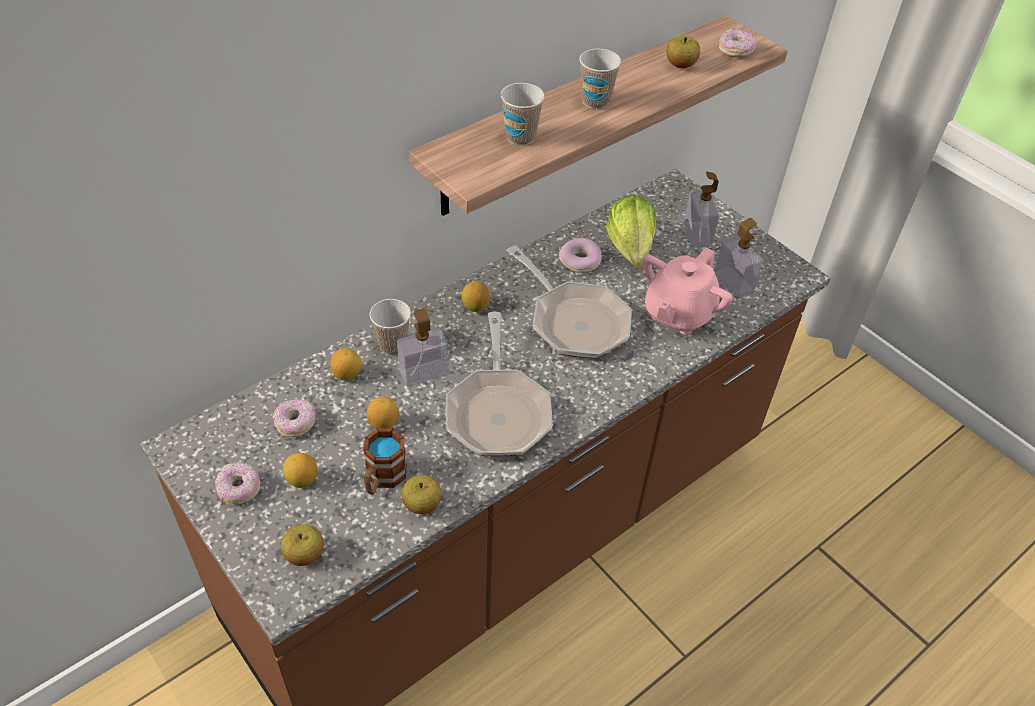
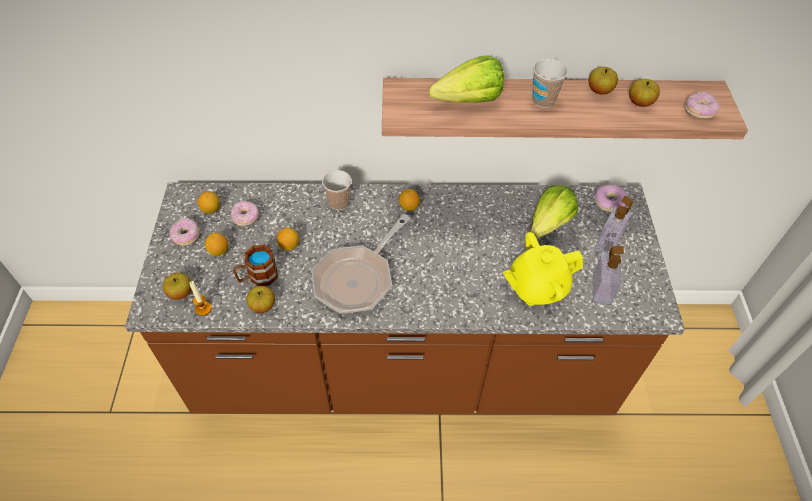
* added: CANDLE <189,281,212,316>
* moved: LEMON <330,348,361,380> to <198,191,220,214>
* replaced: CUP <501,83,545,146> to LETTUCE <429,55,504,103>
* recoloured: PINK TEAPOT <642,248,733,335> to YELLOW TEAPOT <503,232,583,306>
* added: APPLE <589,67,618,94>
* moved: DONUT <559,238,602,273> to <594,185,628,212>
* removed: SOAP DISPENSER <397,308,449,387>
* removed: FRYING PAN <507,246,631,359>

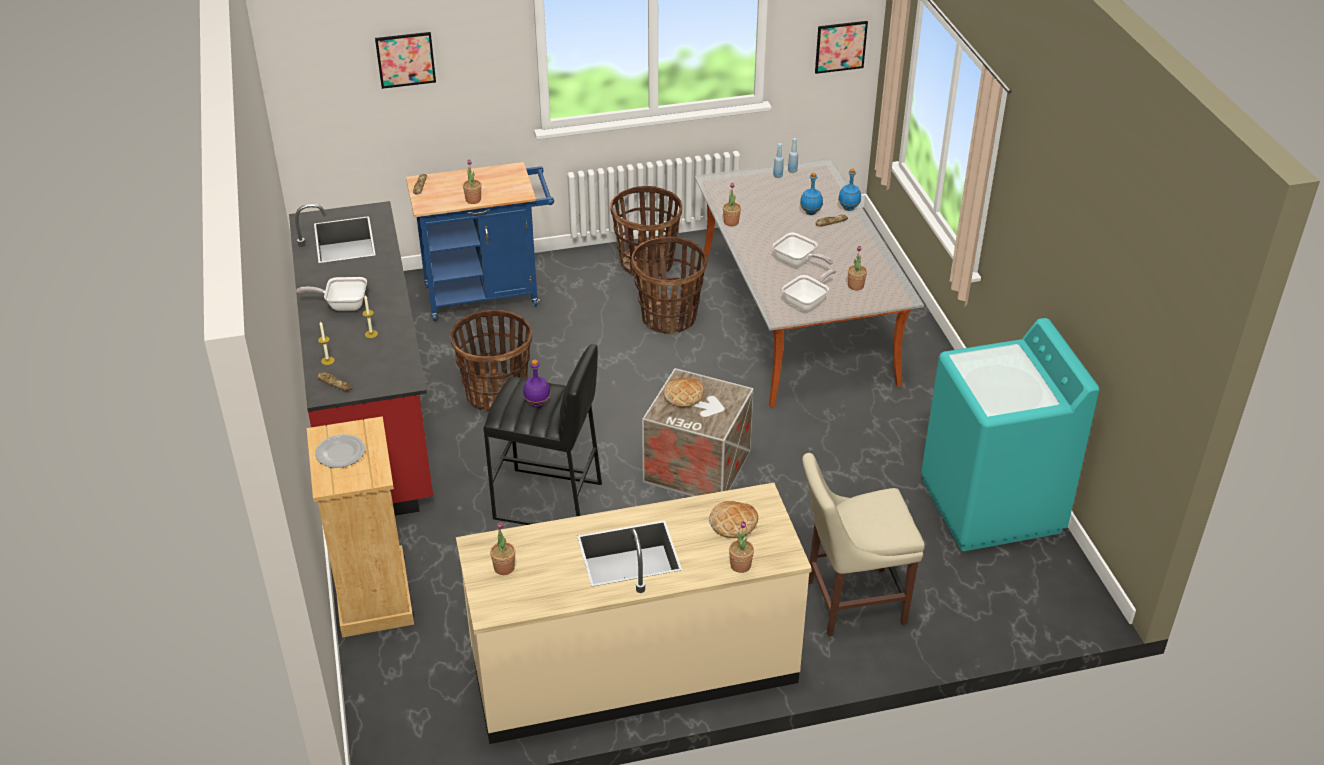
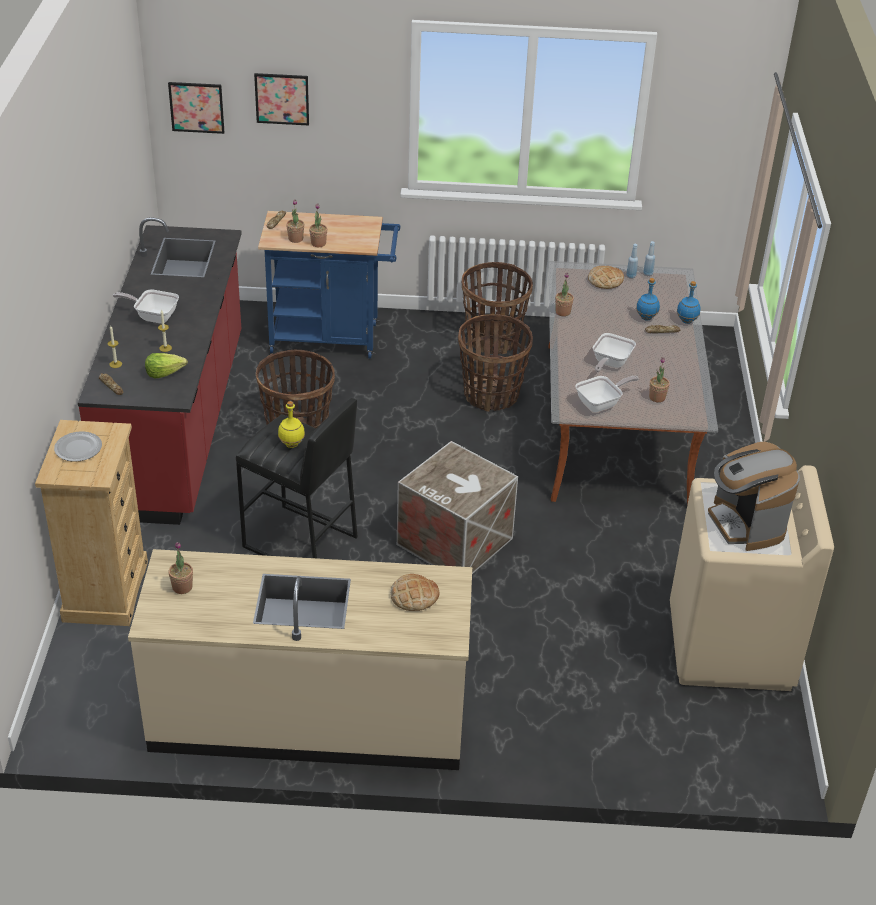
* added: LETTUCE <145,353,188,378>
* moved: PICTURE <815,21,868,74> to <168,82,225,134>
* recoloured: PURPLE BOTTLE <523,360,551,407> to YELLOW BOTTLE <278,401,305,448>
* moved: POTTED PLANT <729,521,754,573> to <286,199,304,243>
* moved: BREAD <664,378,704,407> to <588,266,624,289>
* turned: FRYING PAN <773,232,833,267> = <593,333,636,372> 60 degrees clockwise
* recoloured: TURQUOISE WASHING MACHINE <921,318,1099,551> to BEIGE WASHING MACHINE <670,465,834,691>
* added: COFFEE MACHINE <708,442,800,551>
* removed: BEIGE CHAIR <802,453,925,637>

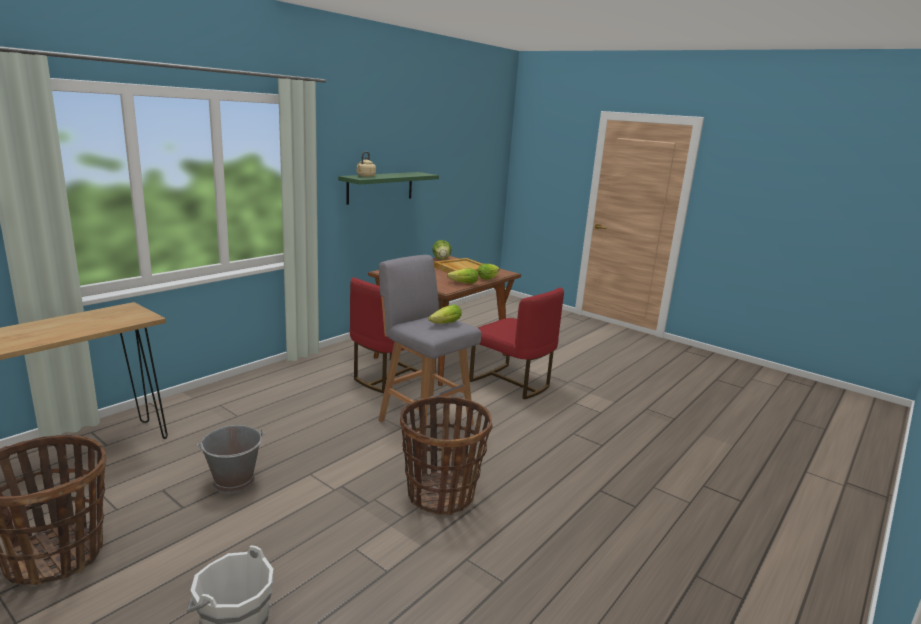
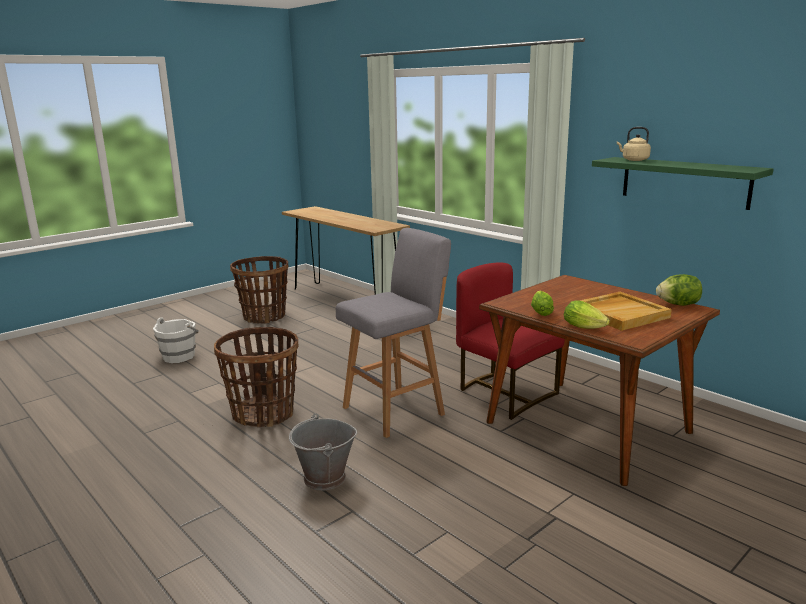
* moved: GREY BUCKET <197,425,265,494> to <289,413,357,490>
* removed: LETTUCE <428,305,462,324>
* removed: RED CHAIR <469,287,564,400>

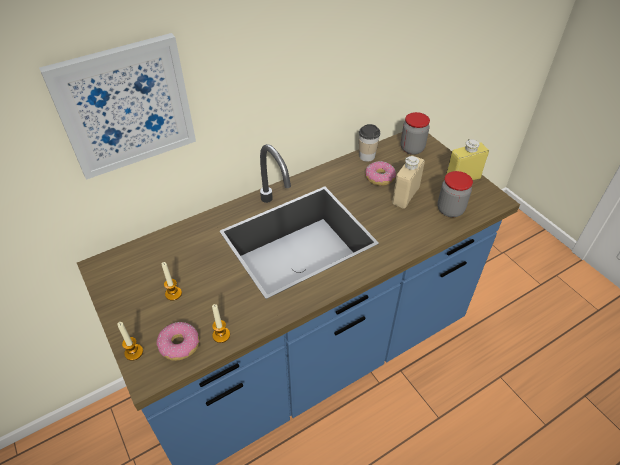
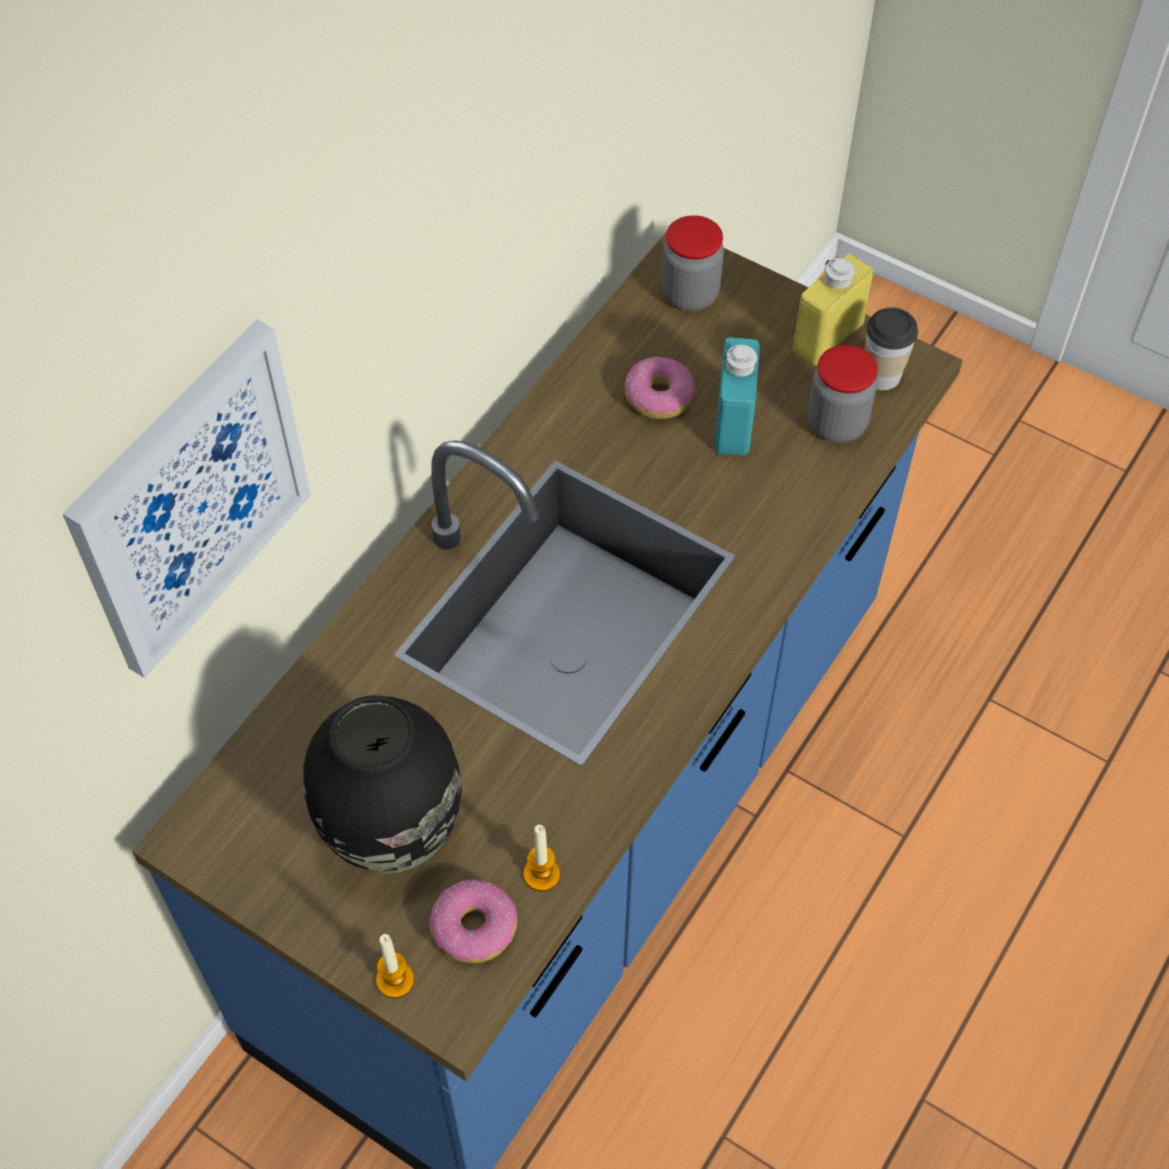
* replaced: CANDLE <161,262,182,301> to BLACK VASE <303,695,461,874>
* recoloured: BEIGE BOTTLE <392,155,425,209> to TURQUOISE BOTTLE <715,337,760,456>
* moved: CUP <359,124,380,162> to <865,307,918,390>

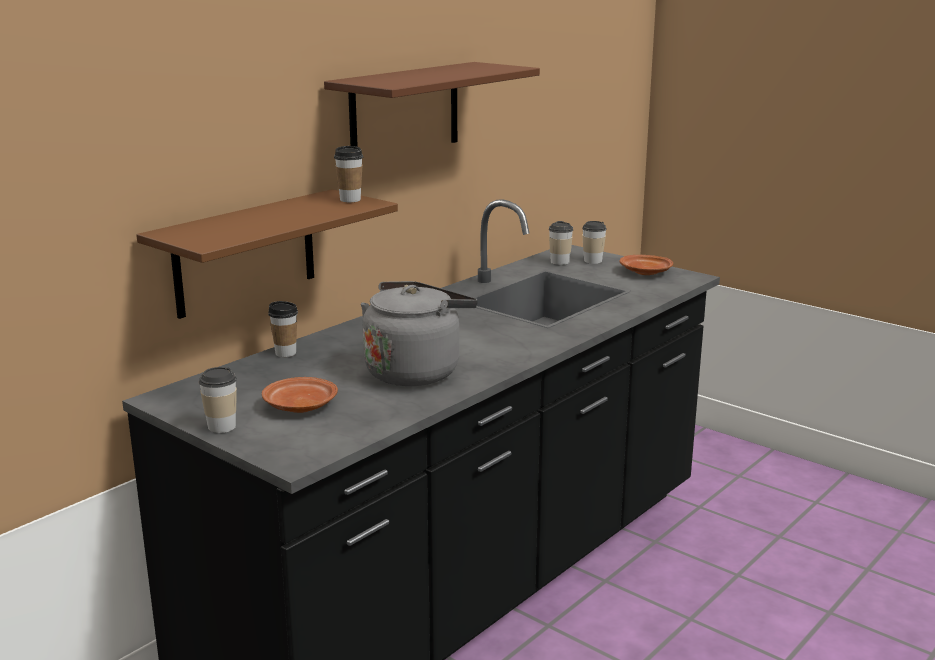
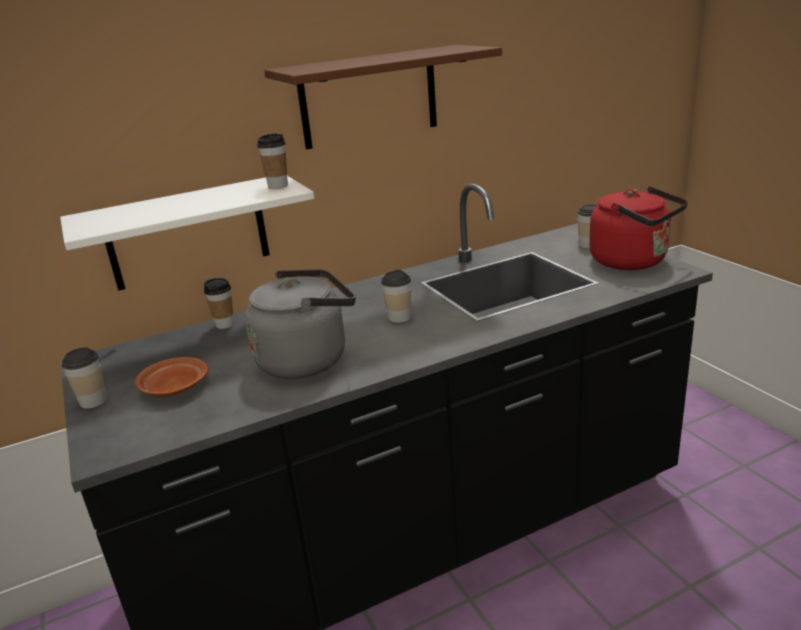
* recoloured: BROWN SHELF <136,189,398,319> to WHITE SHELF <60,176,314,291>
* moved: CUP <549,221,573,265> to <381,270,411,323>
* replaced: BROWN PLATE <620,255,673,275> to RED KETTLE <589,186,688,270>

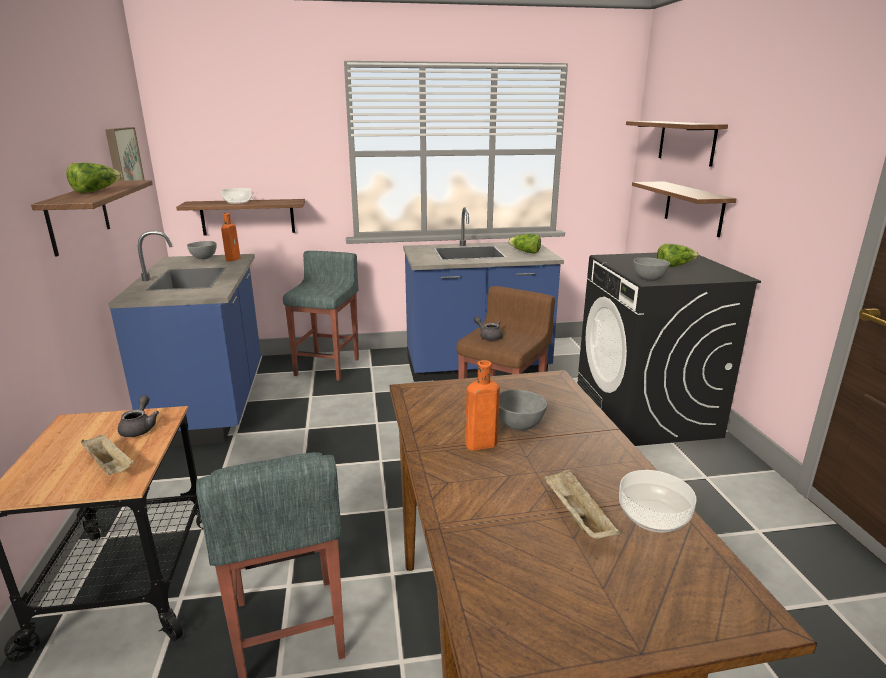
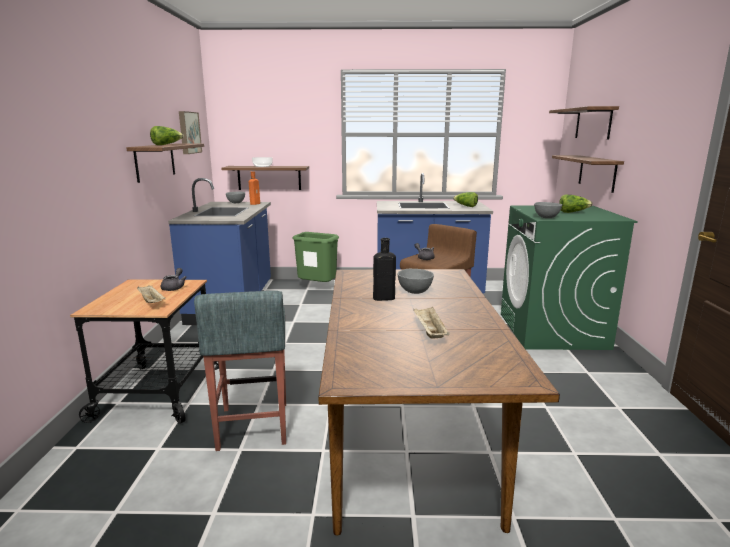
* replaced: GREY STOOL <283,251,359,381> to GREEN TRASH CAN <292,232,339,282>
* recoloured: ORANGE BOTTLE <465,360,500,451> to BLACK BOTTLE <373,238,396,301>
* recoloured: BLACK WASHING MACHINE <577,253,761,446> to GREEN WASHING MACHINE <501,206,638,350>
* removed: BOWL <619,470,696,533>

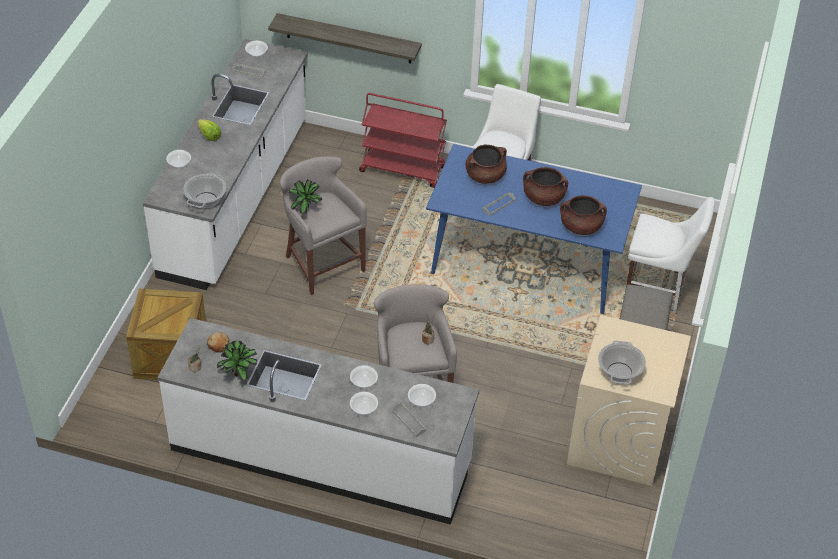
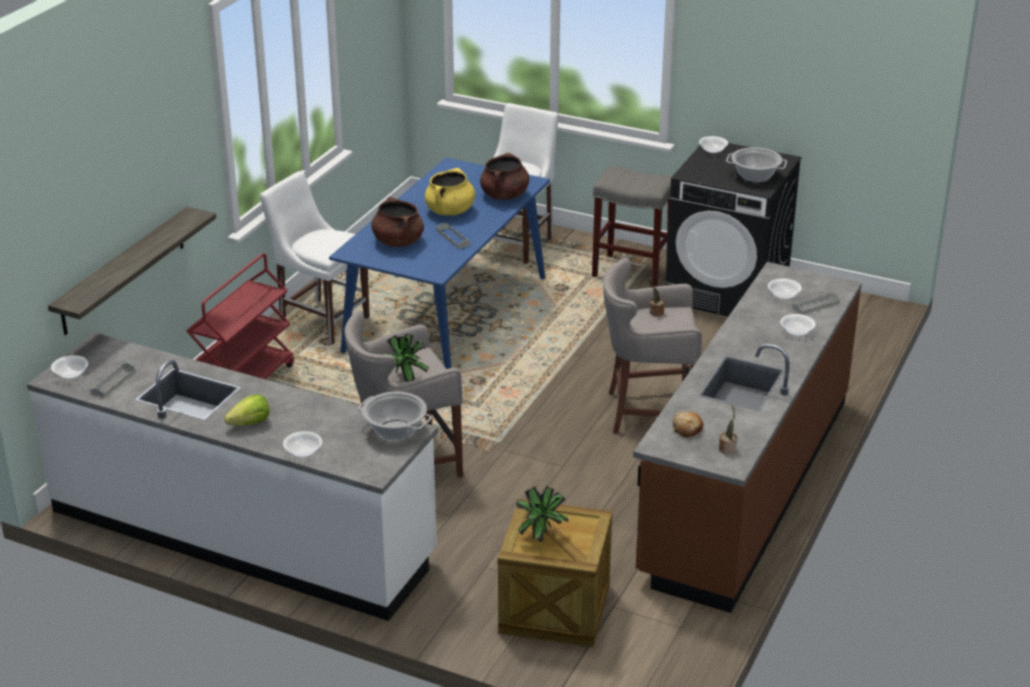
* recoloured: BROWN COOKING POT <523,167,568,206> to YELLOW COOKING POT <425,168,475,216>
* moved: POTTED PLANT <217,341,257,381> to <516,486,569,542>
* recoloured: WHITE COUNTER <157,318,479,525> to BROWN COUNTER <633,262,862,613>
* recoloured: BEIGE WASHING MACHINE <567,315,691,486> to BLACK WASHING MACHINE <665,143,802,317>
* moved: BOWL <350,365,378,388> to <699,136,728,153>

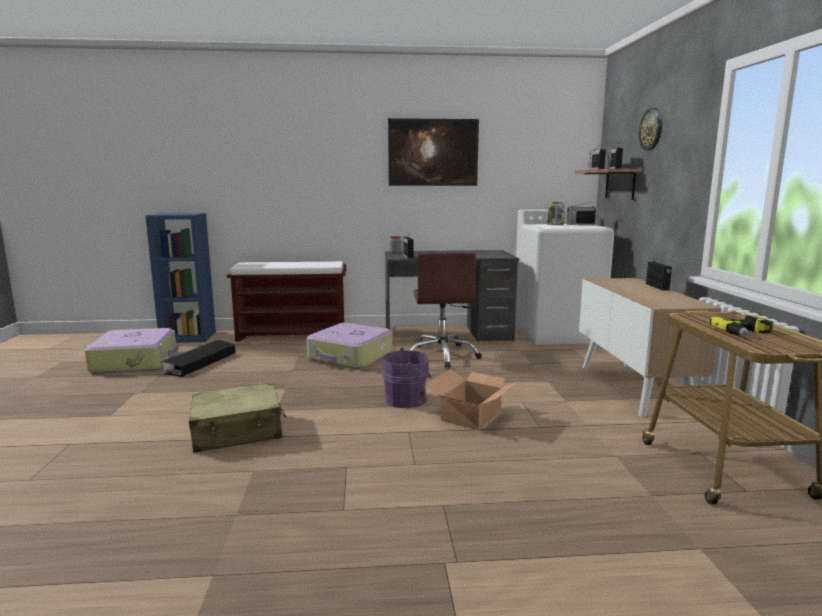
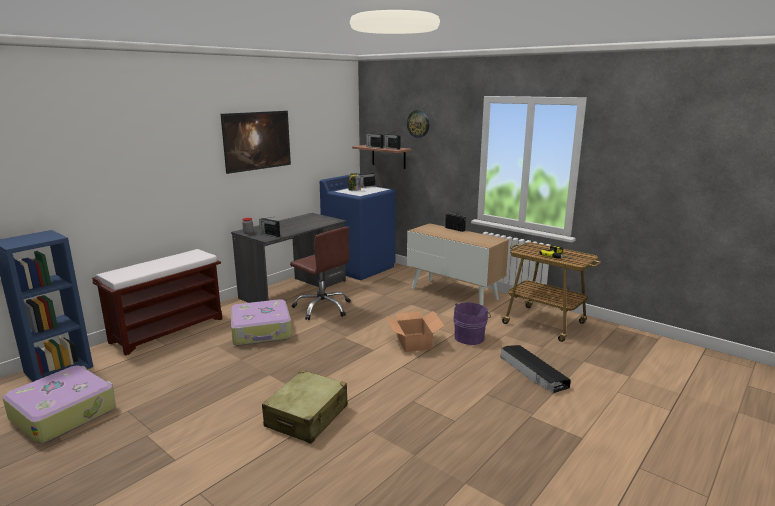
* recoloured: WHITE WASHING MACHINE <515,209,614,345> to BLUE WASHING MACHINE <320,174,396,280>
* moved: PURPLE BUCKET <382,348,432,408> to <453,302,491,345>
* moved: BLACK STORAGE BOX <161,340,235,377> to <501,345,571,393>

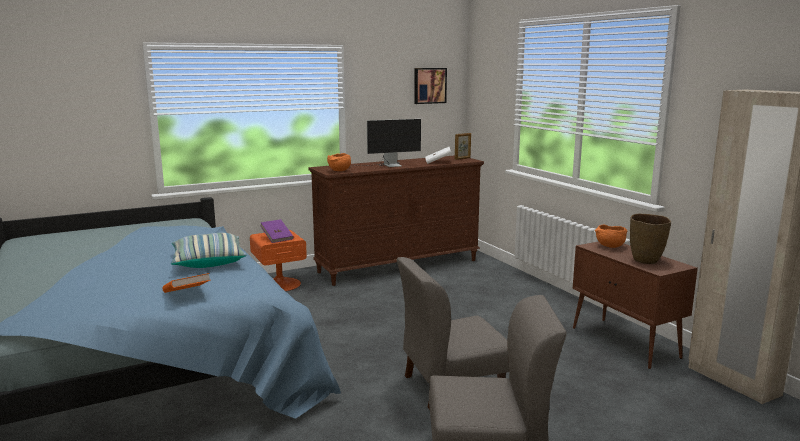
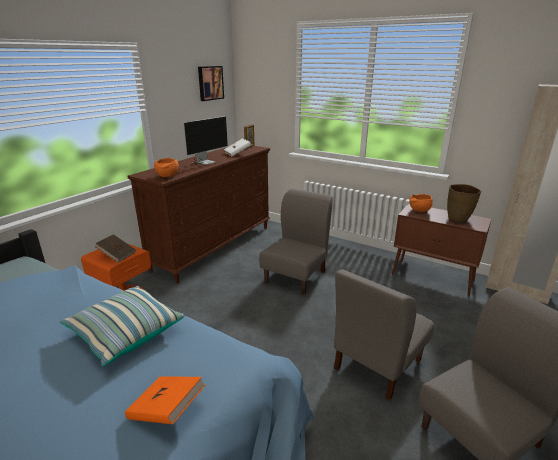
* recoloured: PURPLE BOOK <260,219,294,243> to BROWN BOOK <95,234,136,263>
* added: GREY CHAIR <259,188,333,294>

